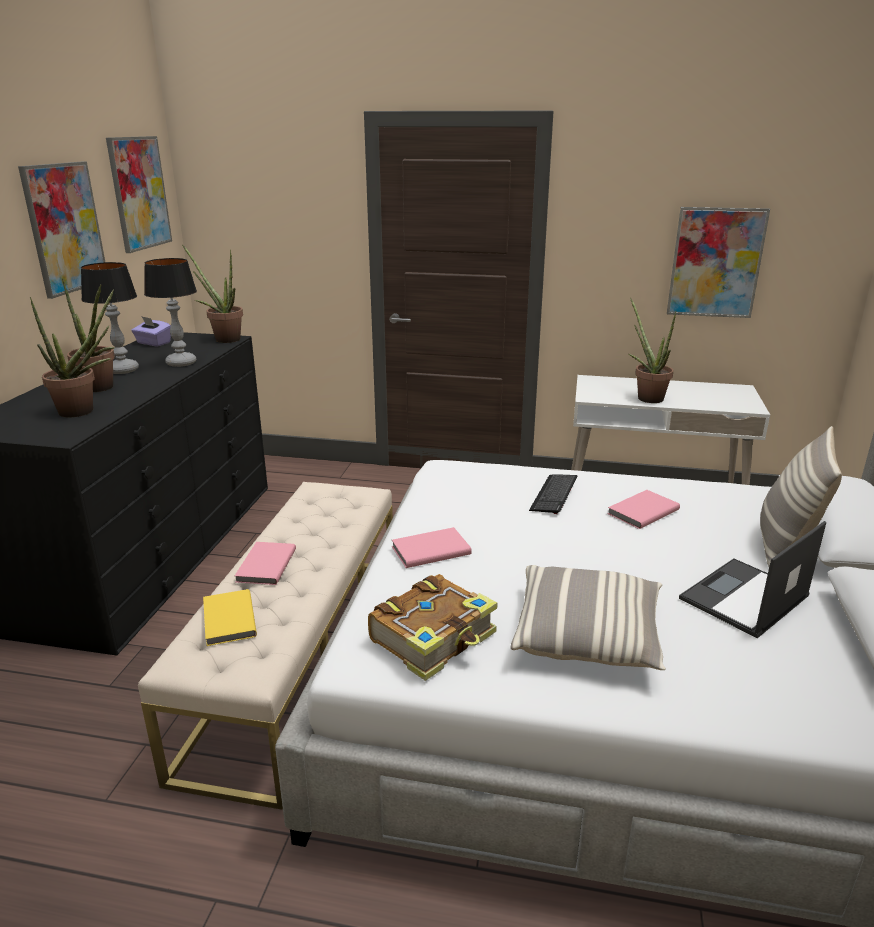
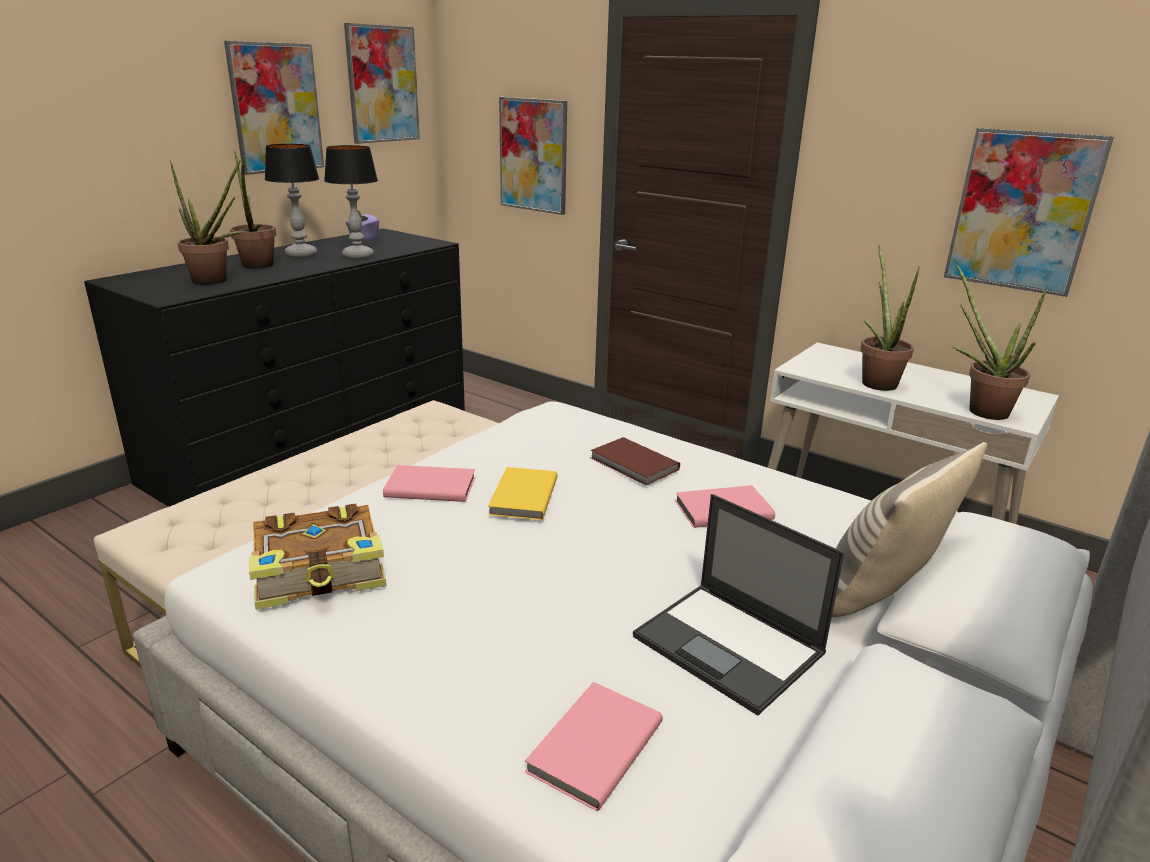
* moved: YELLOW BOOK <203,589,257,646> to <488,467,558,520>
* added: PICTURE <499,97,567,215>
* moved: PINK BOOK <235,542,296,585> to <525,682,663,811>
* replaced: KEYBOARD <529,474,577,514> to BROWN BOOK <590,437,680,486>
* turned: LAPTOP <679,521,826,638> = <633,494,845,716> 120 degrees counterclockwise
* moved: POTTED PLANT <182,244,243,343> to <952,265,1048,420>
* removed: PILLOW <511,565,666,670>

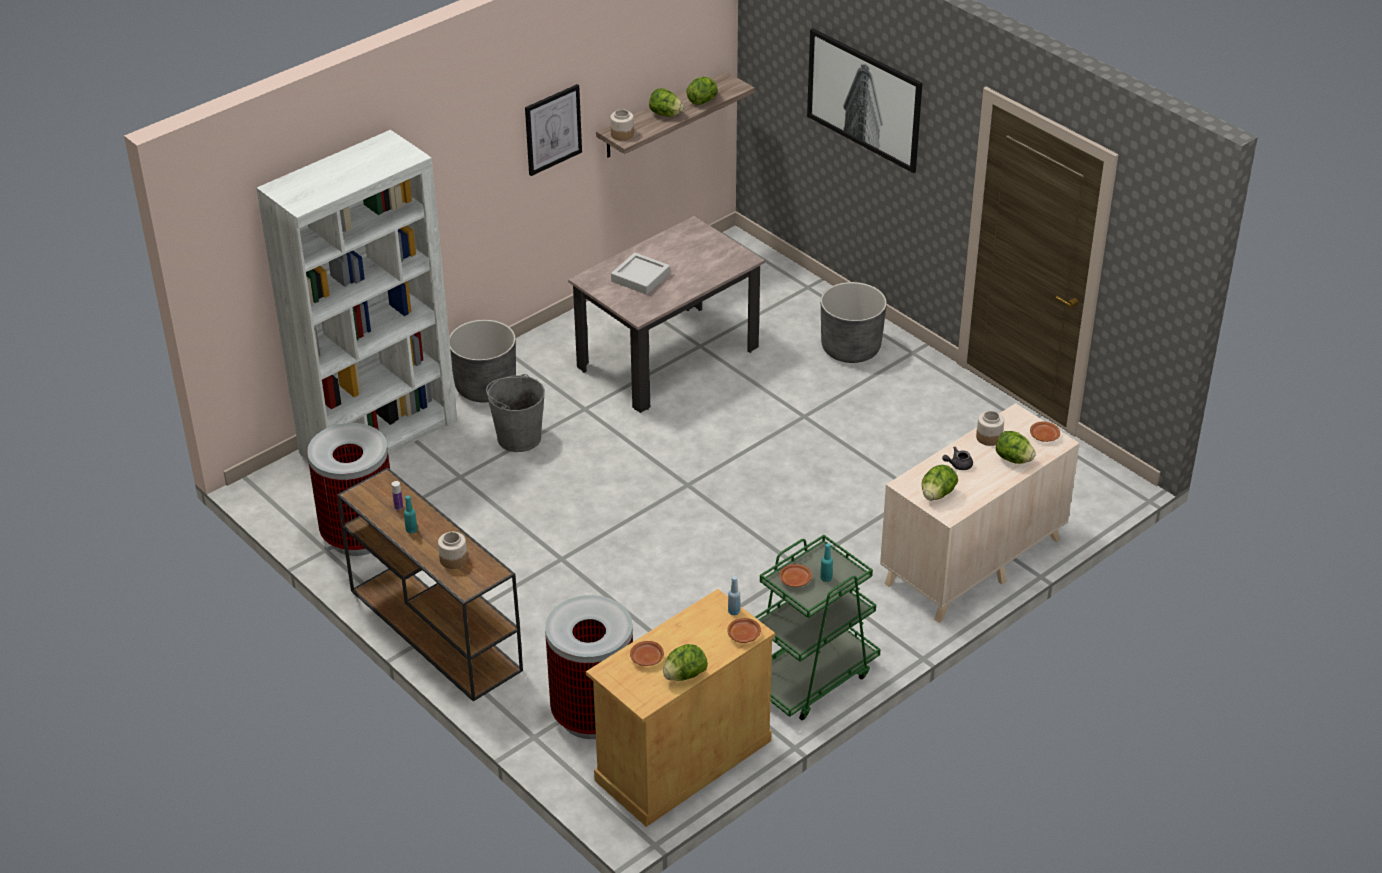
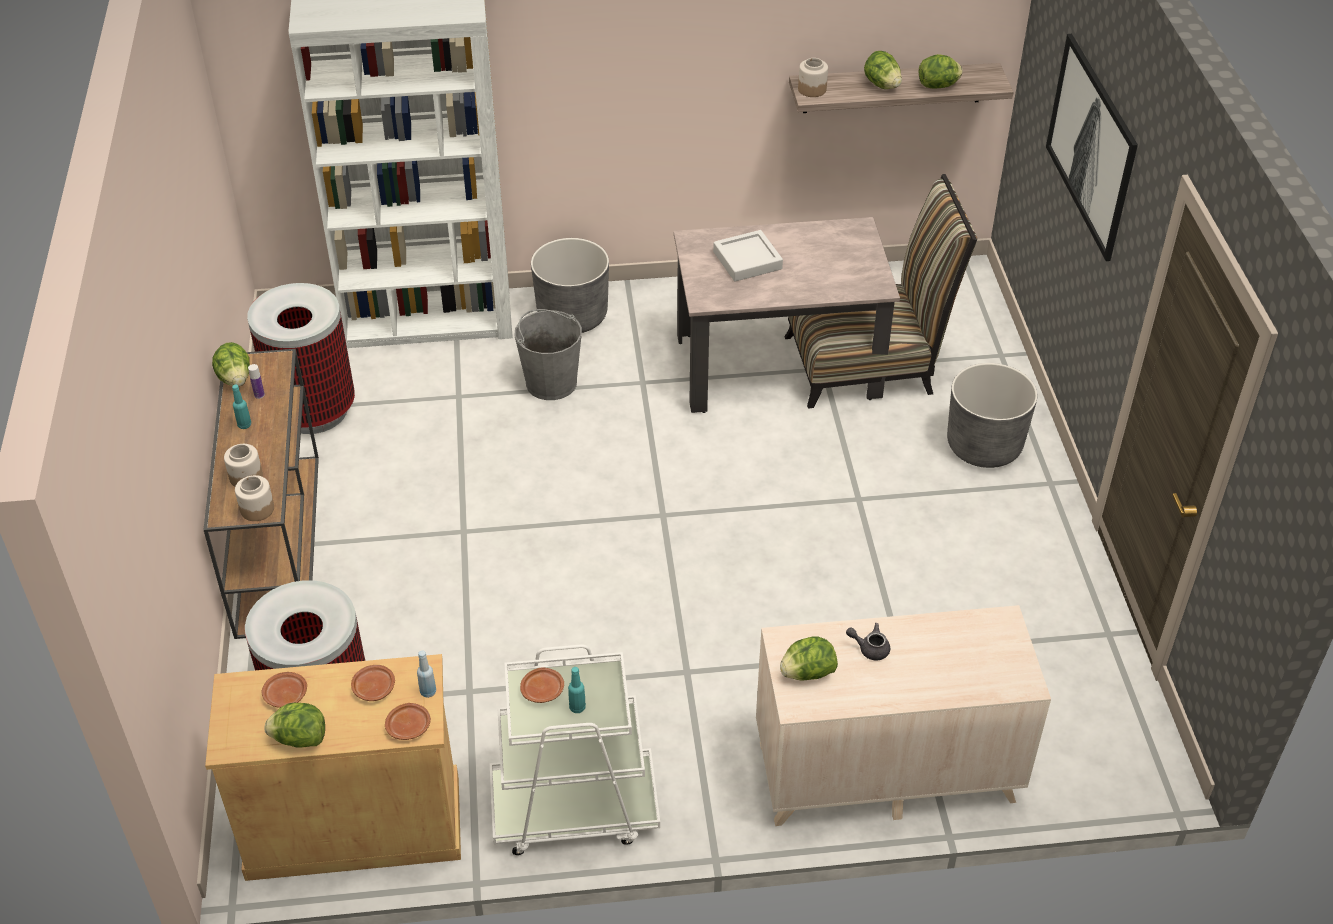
* moved: LETTUCE <996,431,1036,464> to <212,342,250,386>
* moved: JAR <976,411,1004,446> to <235,475,274,521>
* moved: BROWN PLATE <1030,421,1060,442> to <351,665,395,701>
* recoloured: GREEN CART <755,535,881,720> to WHITE CART <490,644,660,855>
* added: CHAIR <785,174,977,409>
* removed: PICTURE <525,84,582,176>

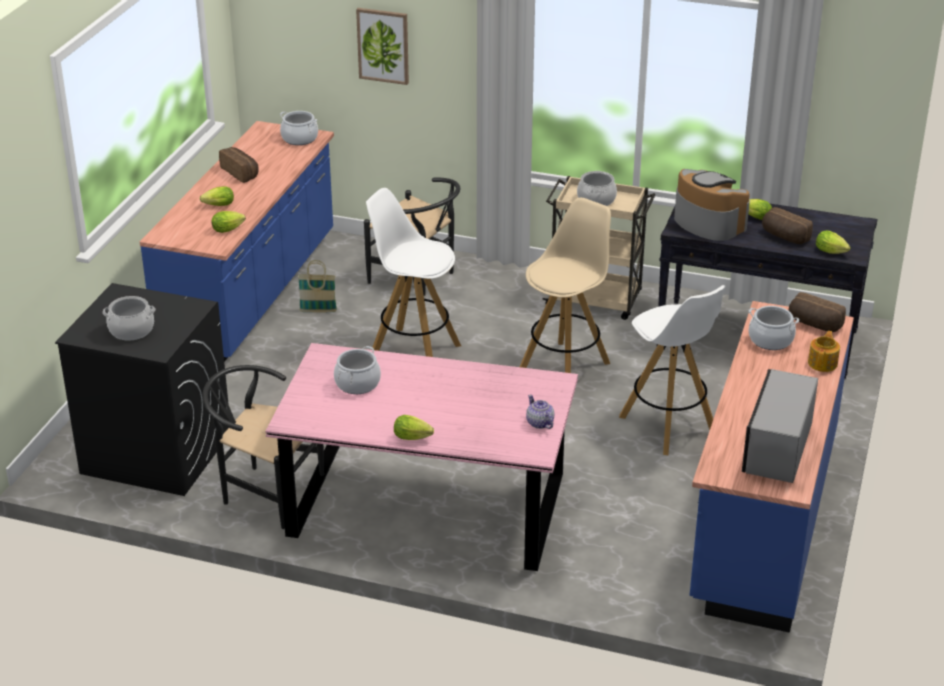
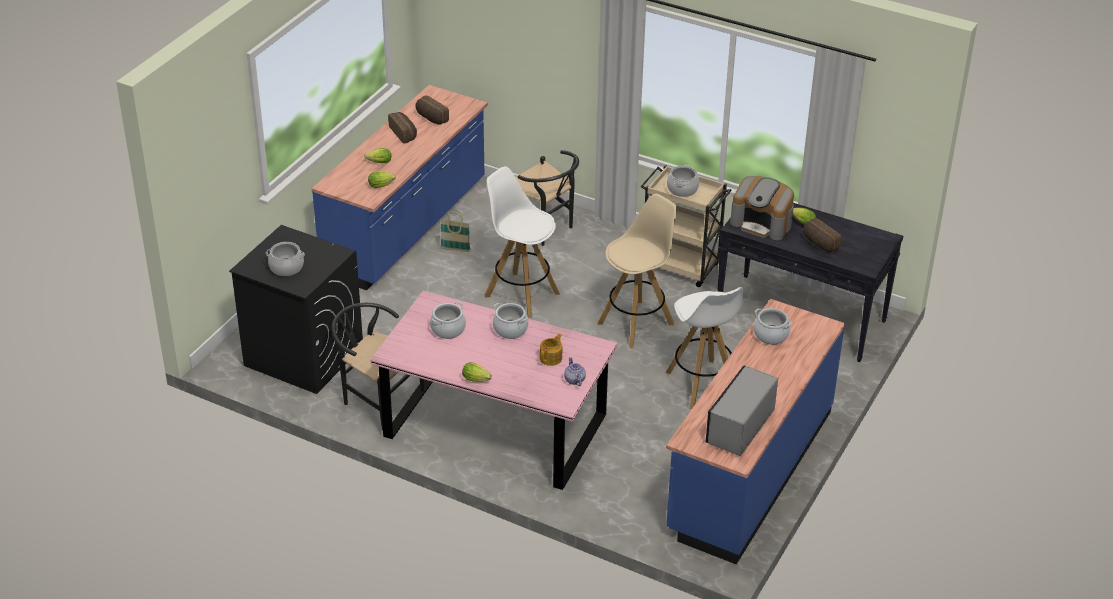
* moved: BREAD <789,292,846,332> to <416,95,449,124>
* moved: COOKING POT <280,111,318,145> to <493,303,528,339>
* moved: TEAPOT <808,331,840,372> to <540,334,562,366>
* turned: COFFEE MACHINE <674,169,750,241> = <730,176,794,240> 150 degrees clockwise
* removed: PICTURE <356,8,409,85>
* removed: LETTUCE <816,230,850,254>

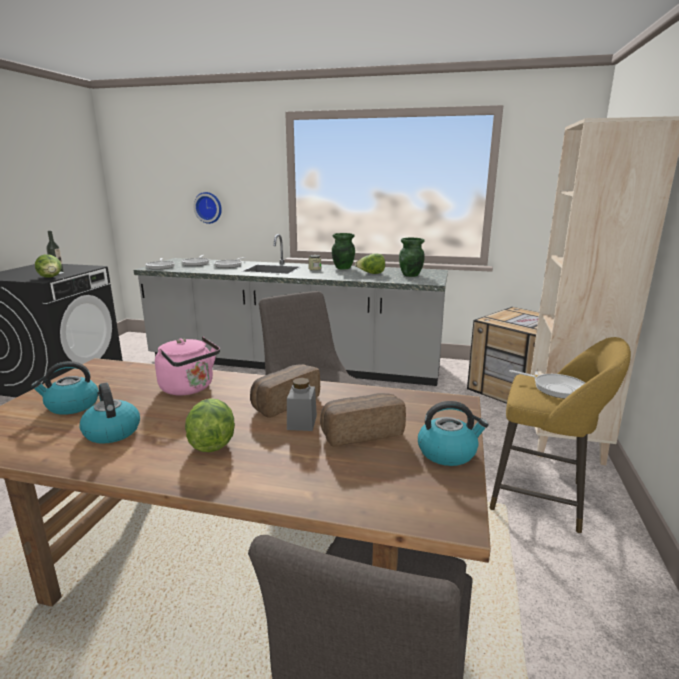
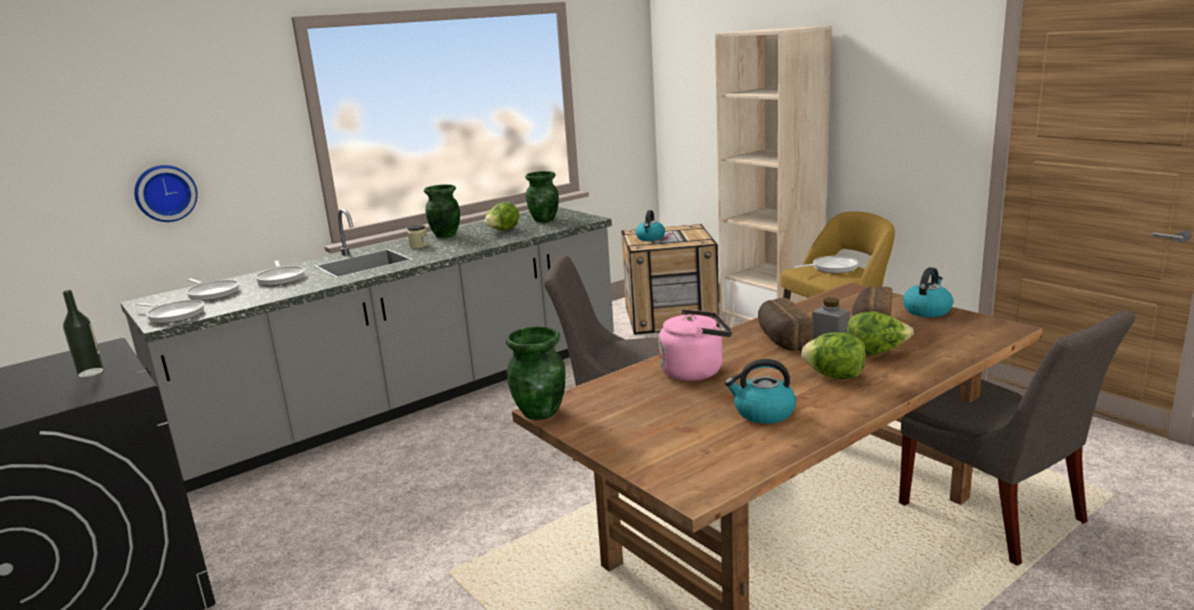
* added: GREEN VASE <506,326,565,420>
* moved: KETTLE <31,361,99,415> to <636,210,665,241>
* moved: LETTUCE <35,254,61,278> to <846,311,914,355>

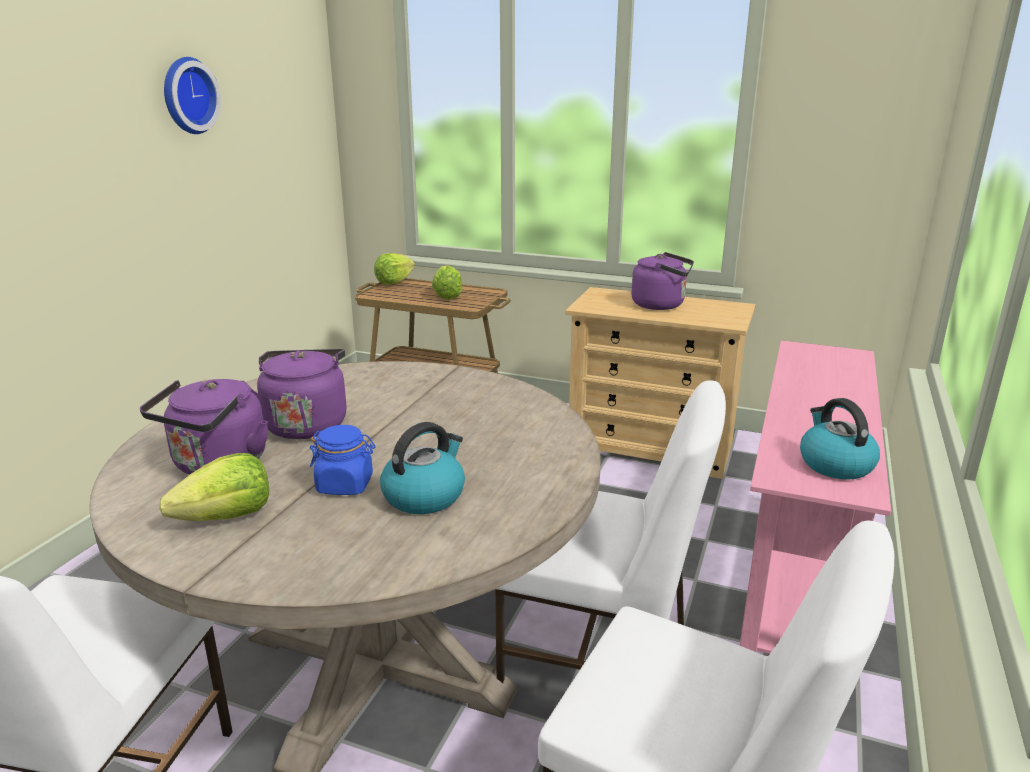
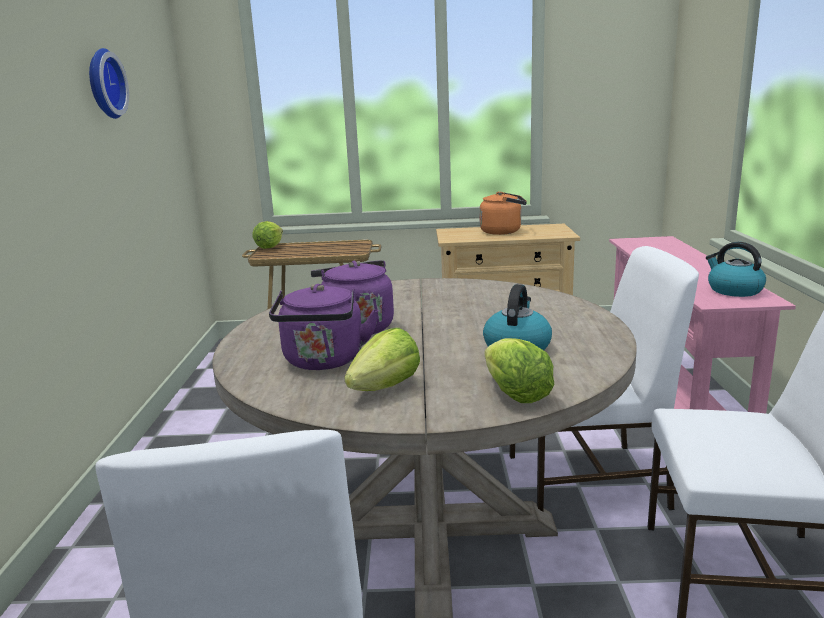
* recoloured: PURPLE KETTLE <631,252,694,310> to ORANGE KETTLE <479,192,527,235>
* moved: LETTUCE <432,265,462,299> to <485,338,555,403>
* removed: BLUE JAR <310,425,376,495>

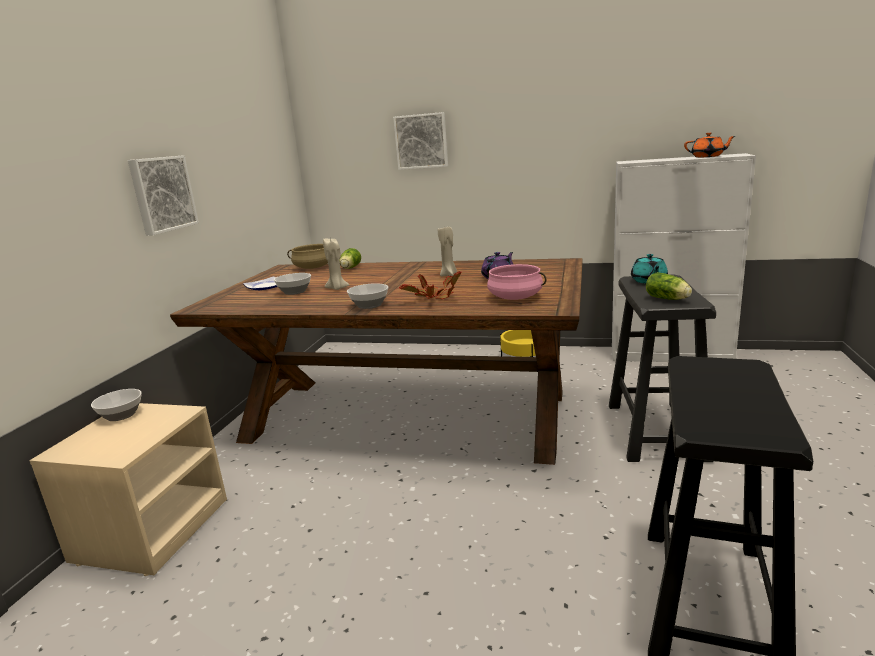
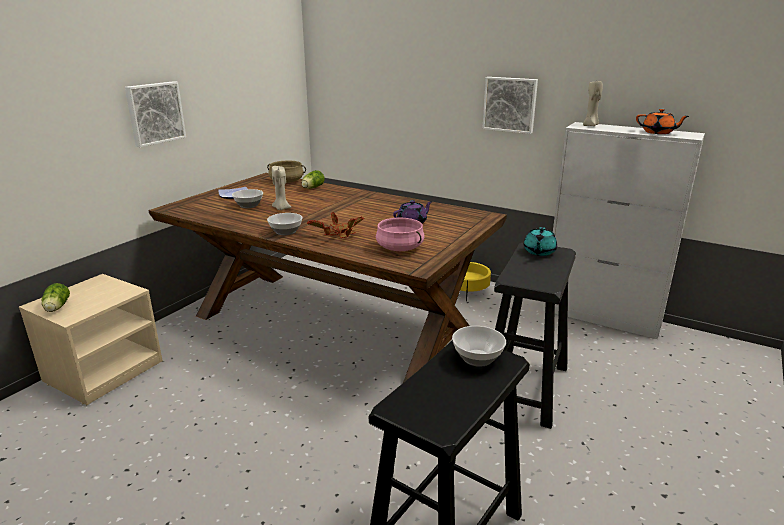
* moved: LETTUCE <646,272,692,300> to <42,283,70,312>
* moved: BOWL <91,389,142,421> to <452,326,506,367>
* moved: PICTURE <393,112,448,170> to <482,77,538,134>
* moved: BEIGE CANDLE <438,227,457,276> to <583,81,603,126>

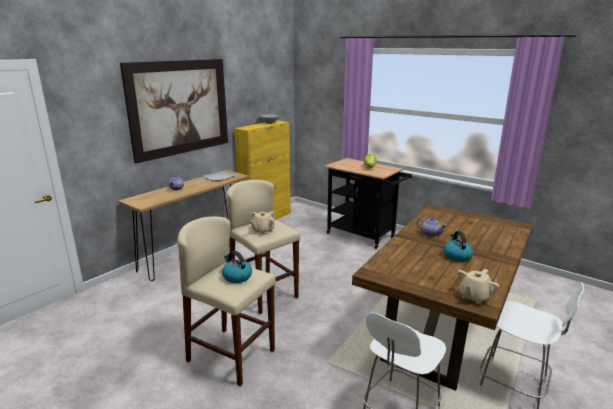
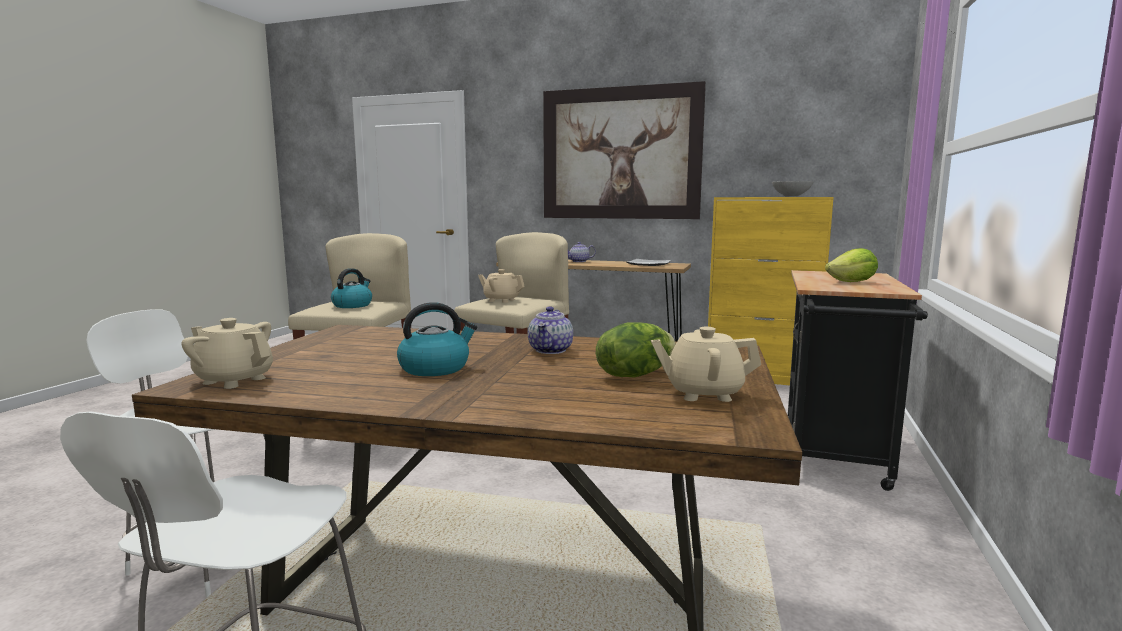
* added: LETTUCE <596,323,676,377>
* added: BEIGE TEAPOT <651,327,761,402>

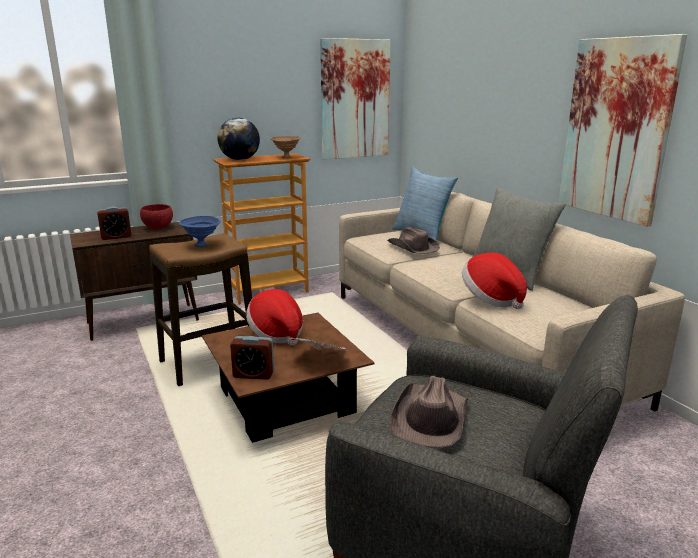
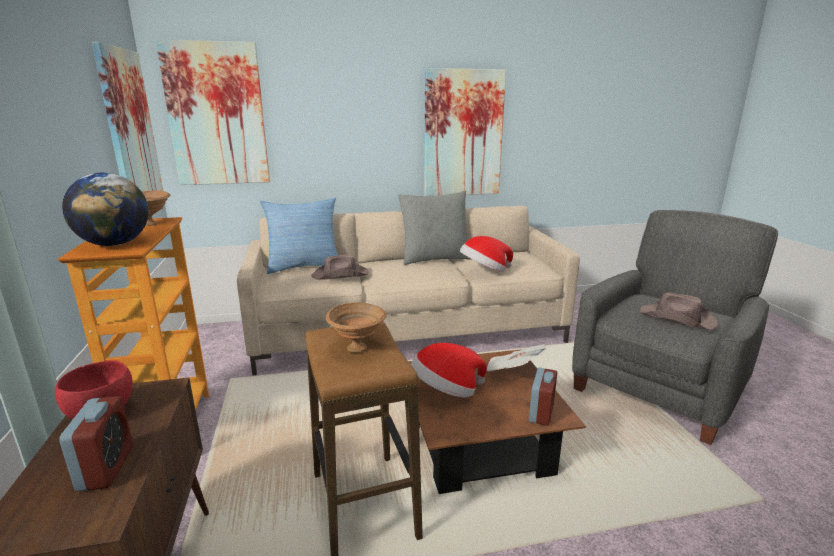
* added: PICTURE <155,40,270,185>
* recoloured: BLUE BOWL <178,216,220,247> to BROWN BOWL <326,302,387,352>

